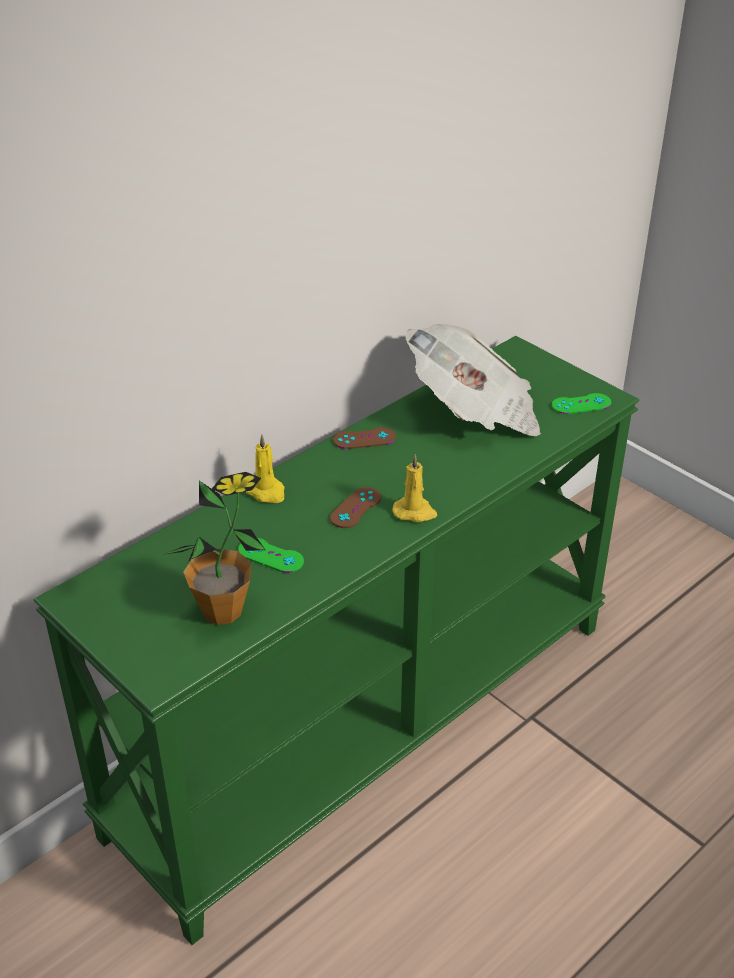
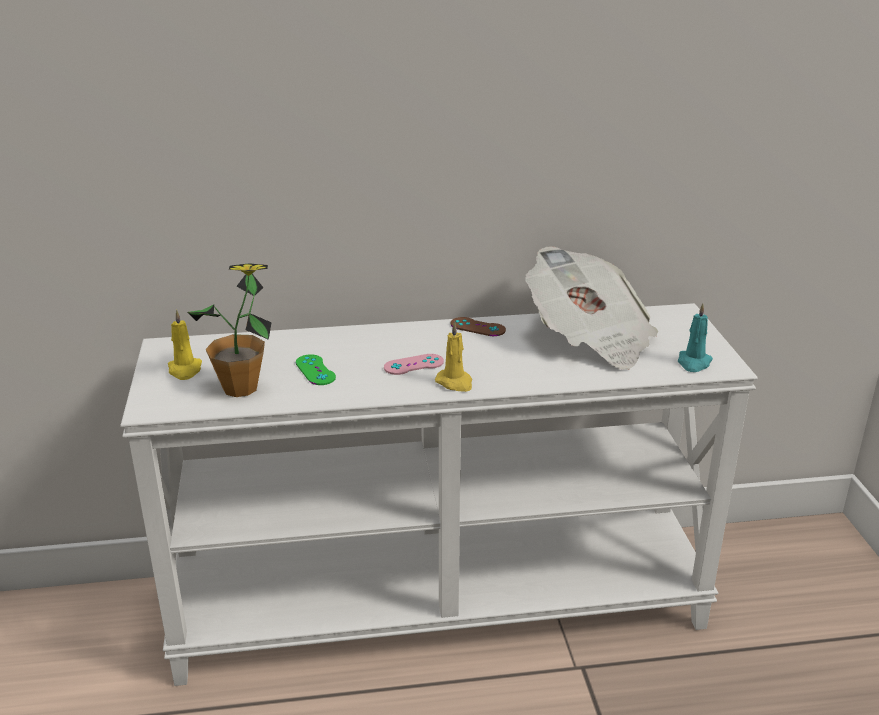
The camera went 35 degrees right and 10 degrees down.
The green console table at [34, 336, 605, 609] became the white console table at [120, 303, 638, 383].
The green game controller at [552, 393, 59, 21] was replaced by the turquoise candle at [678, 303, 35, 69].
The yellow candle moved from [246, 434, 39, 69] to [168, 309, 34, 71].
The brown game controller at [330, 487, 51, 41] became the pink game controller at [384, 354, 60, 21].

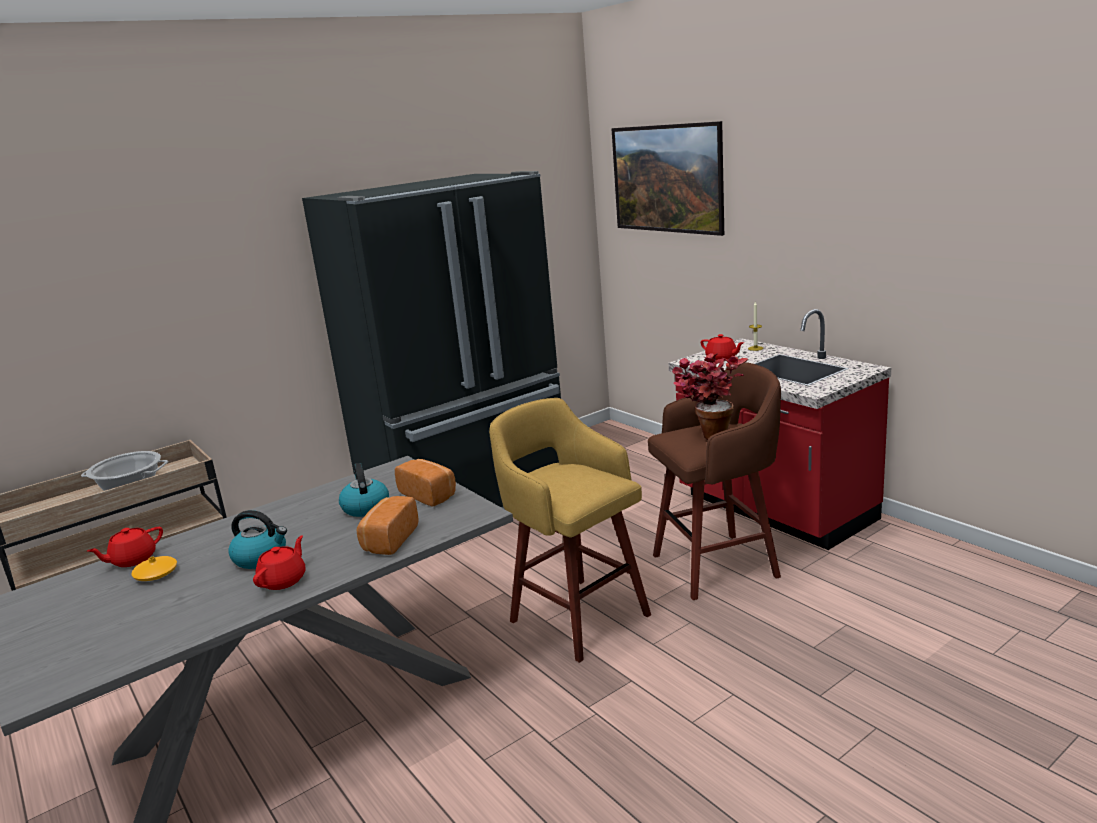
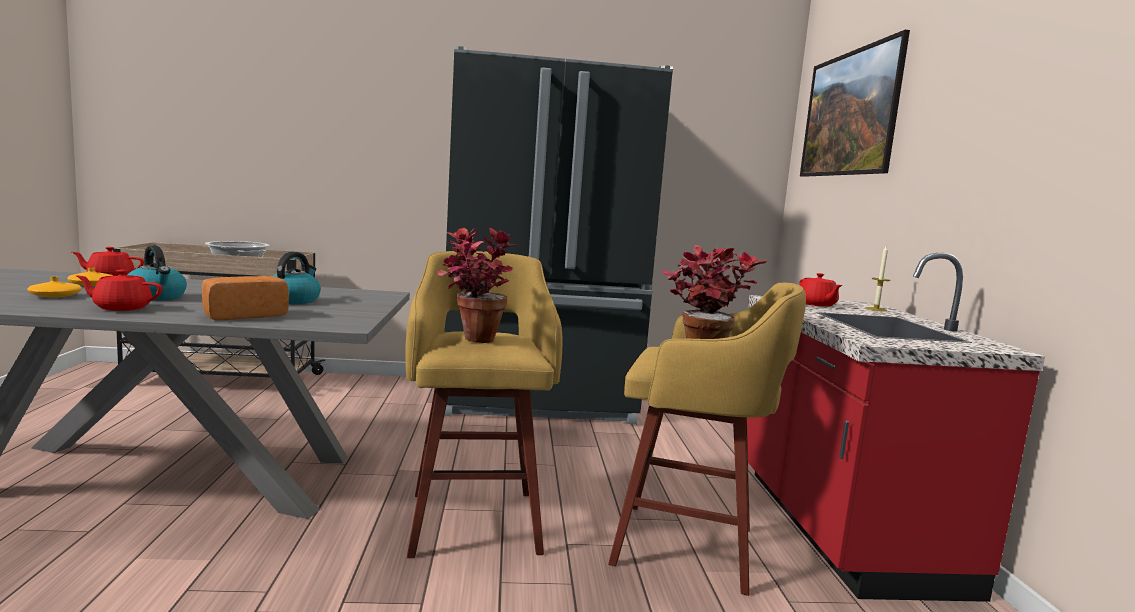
The camera went 30 degrees right and 10 degrees down.
The brown stool at [648, 362, 133, 238] became the yellow stool at [608, 283, 198, 313].
The bread at [395, 459, 61, 48] disappeared.
The red teapot at [253, 535, 52, 55] turned 150 degrees counterclockwise.
The potted plant at [437, 227, 81, 116] appeared.
The orange vase at [27, 277, 55, 21] appeared.

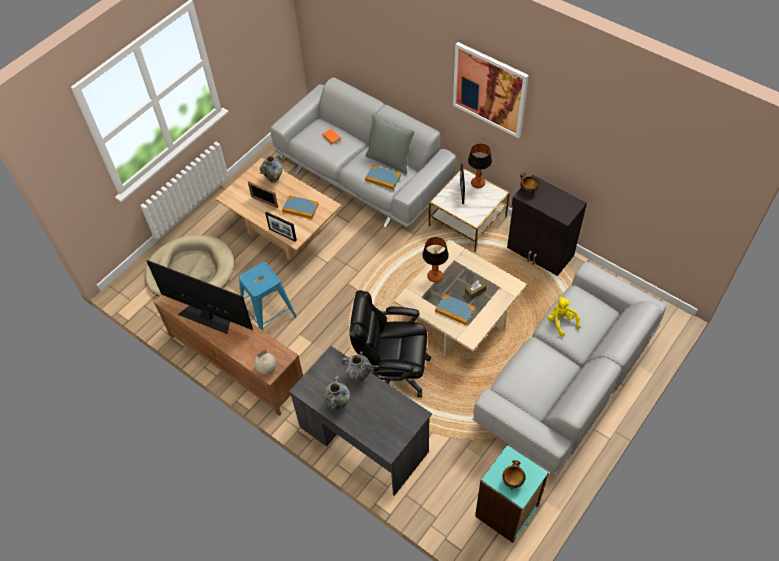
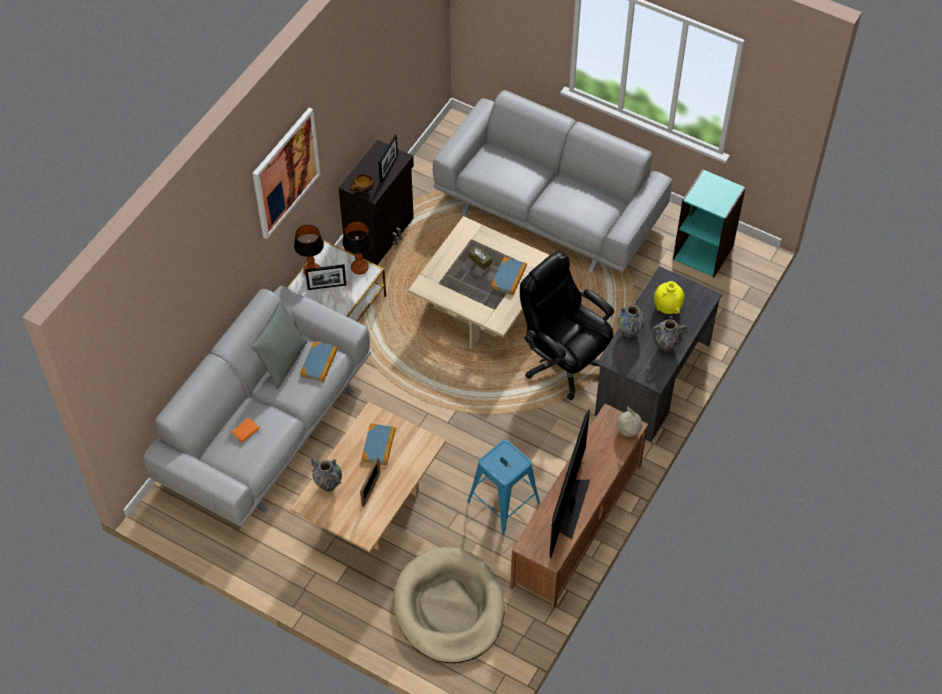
The camera went 100 degrees left and 0 degrees up.
The picture frame moved from [265, 212, 32, 30] to [378, 135, 20, 48].
The table lamp moved from [422, 237, 27, 45] to [342, 221, 30, 54].
The black office chair at [349, 290, 82, 107] turned 135 degrees clockwise.
The yellow plush toy at [547, 296, 33, 40] disappeared.
The bowl at [502, 460, 23, 30] disappeared.
The yellow vase at [654, 281, 31, 33] appeared.

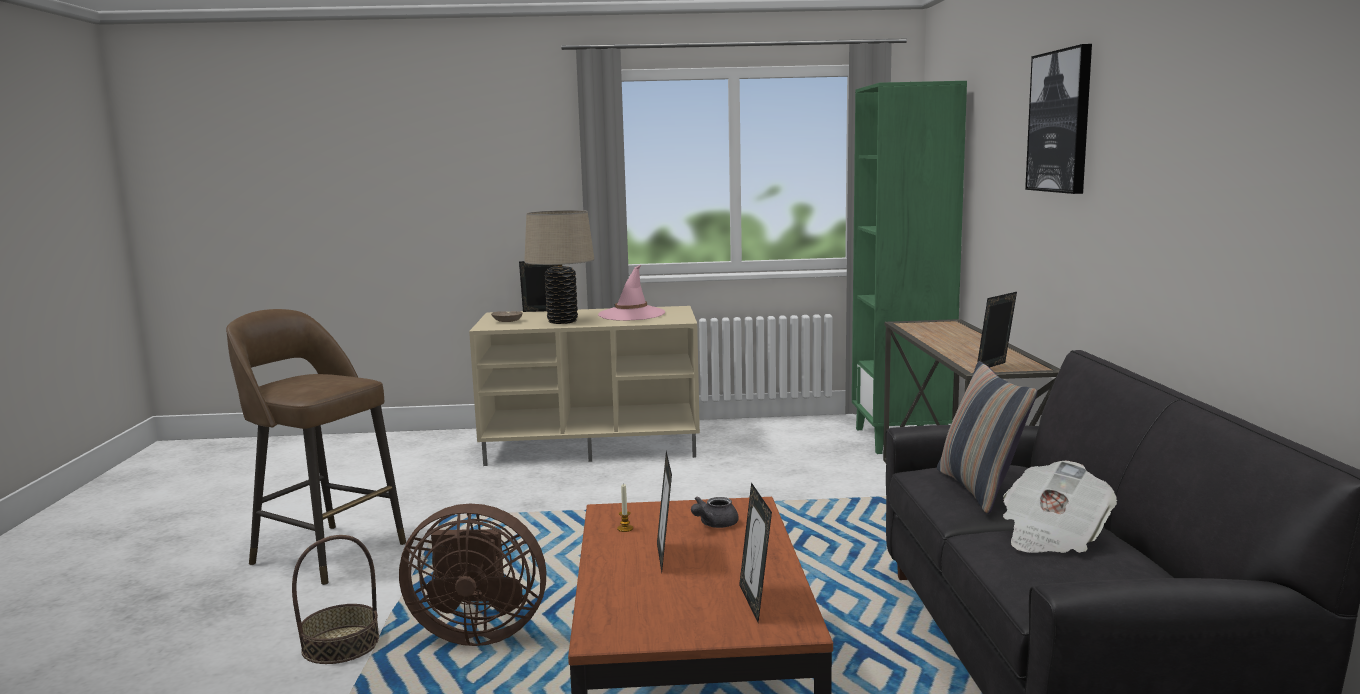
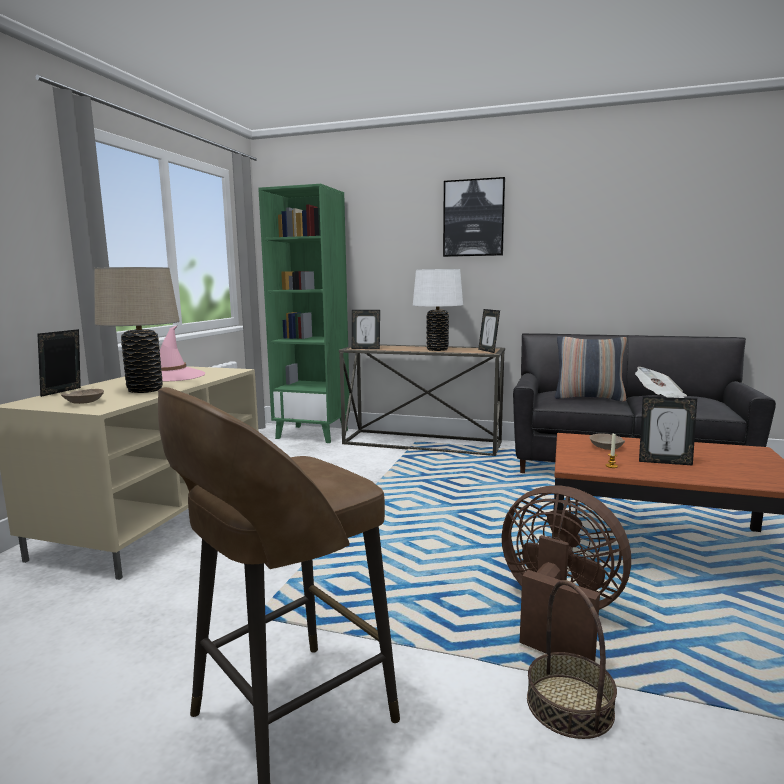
The camera went 70 degrees left and 0 degrees up.
The picture frame moved from [739, 482, 33, 141] to [352, 310, 28, 39].
The grey teapot at [691, 496, 48, 32] was replaced by the beige bowl at [589, 433, 36, 17].
The brown fan at [399, 504, 147, 142] turned 75 degrees counterclockwise.
The white table lamp at [413, 269, 50, 82] appeared.

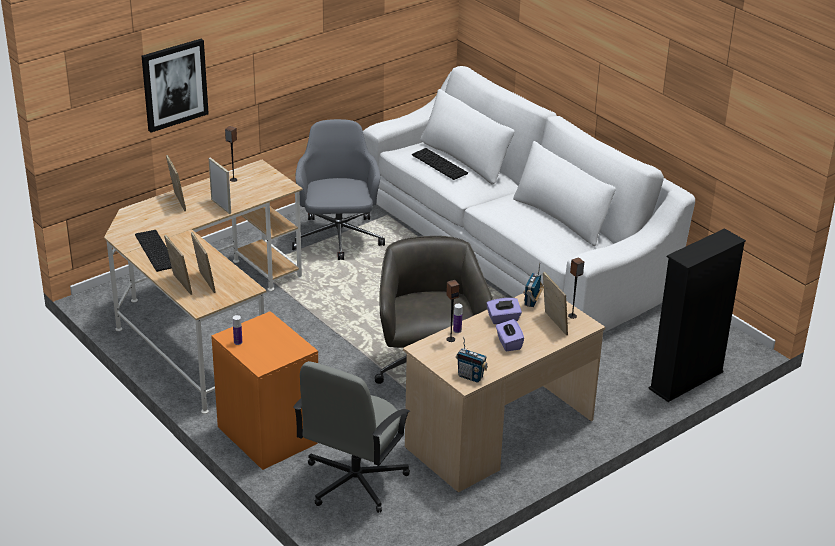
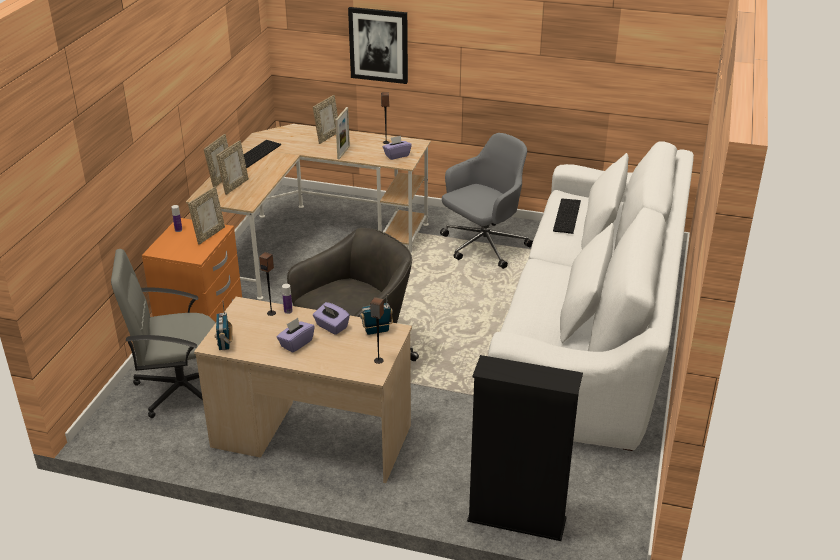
The camera went 55 degrees right and 0 degrees up.
The picture frame moved from [543, 272, 25, 63] to [188, 187, 37, 58].
The purple tissue box at [383, 136, 29, 24] appeared.

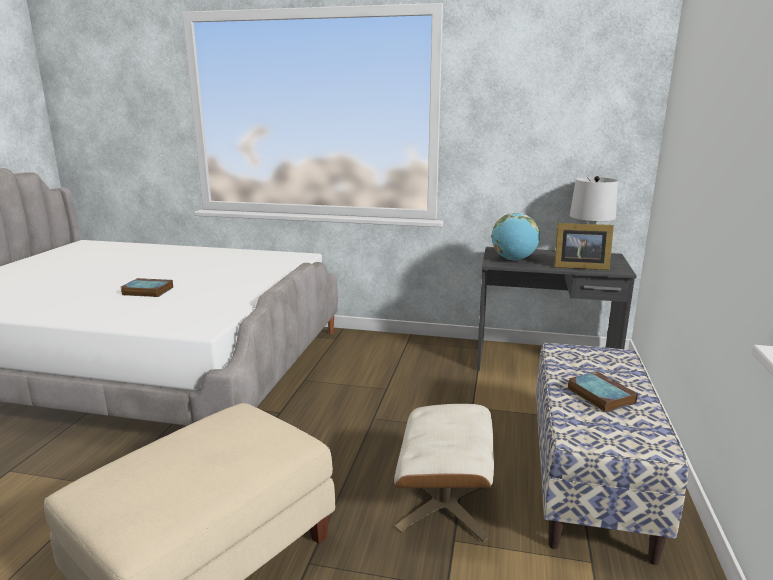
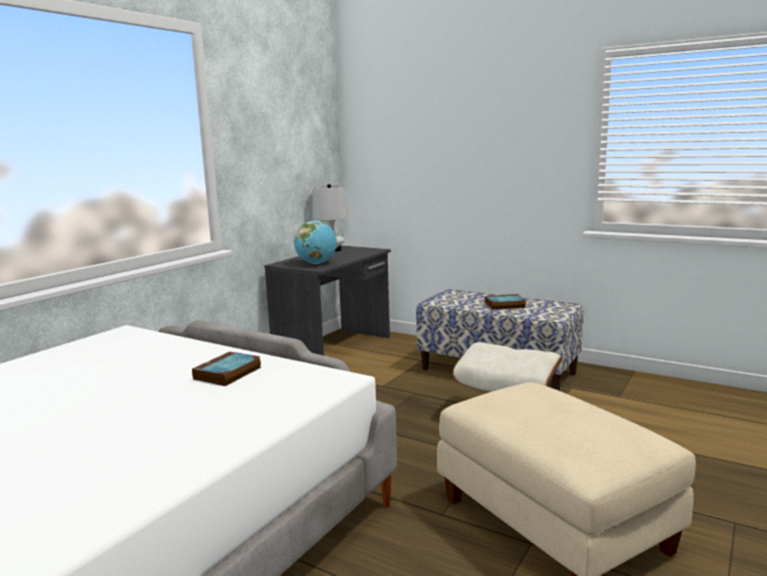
The camera went 70 degrees left and 5 degrees down.
The picture frame at [554, 223, 60, 47] disappeared.
The book moved from [121, 278, 52, 19] to [192, 351, 69, 35].

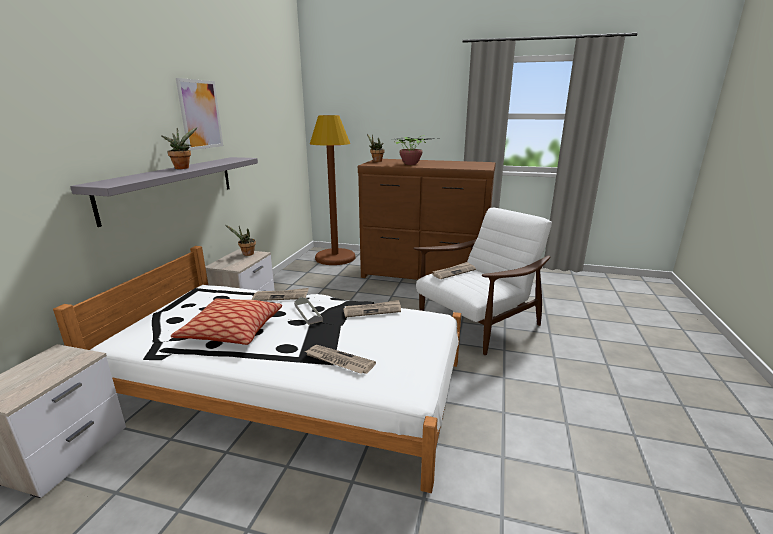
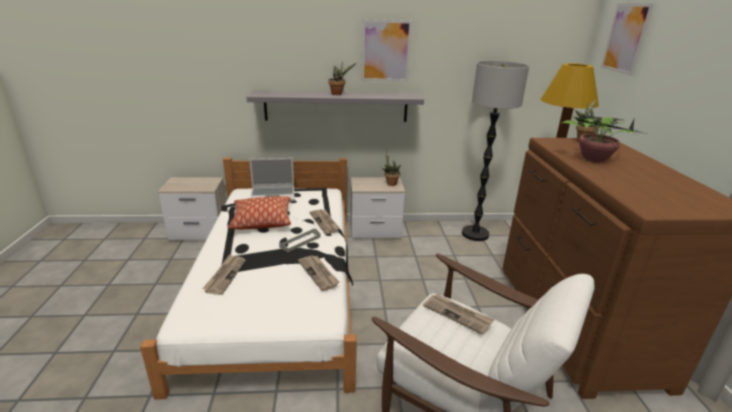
The camera went 70 degrees right and 5 degrees up.
The picture at [601, 3, 53, 73] appeared.
The floor lamp at [462, 61, 67, 180] appeared.
The laptop at [249, 158, 45, 44] appeared.

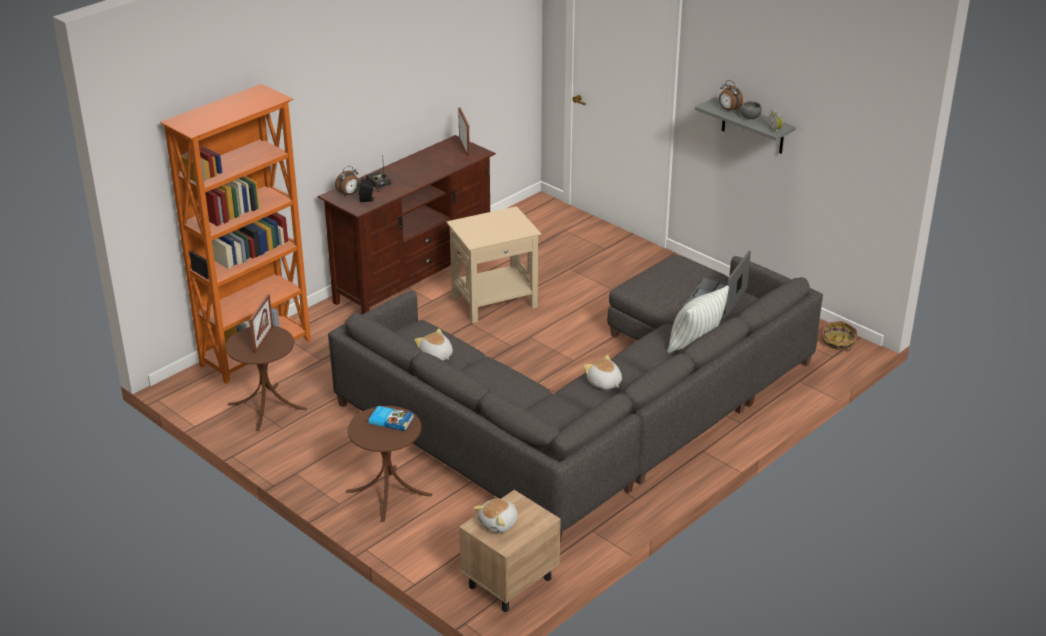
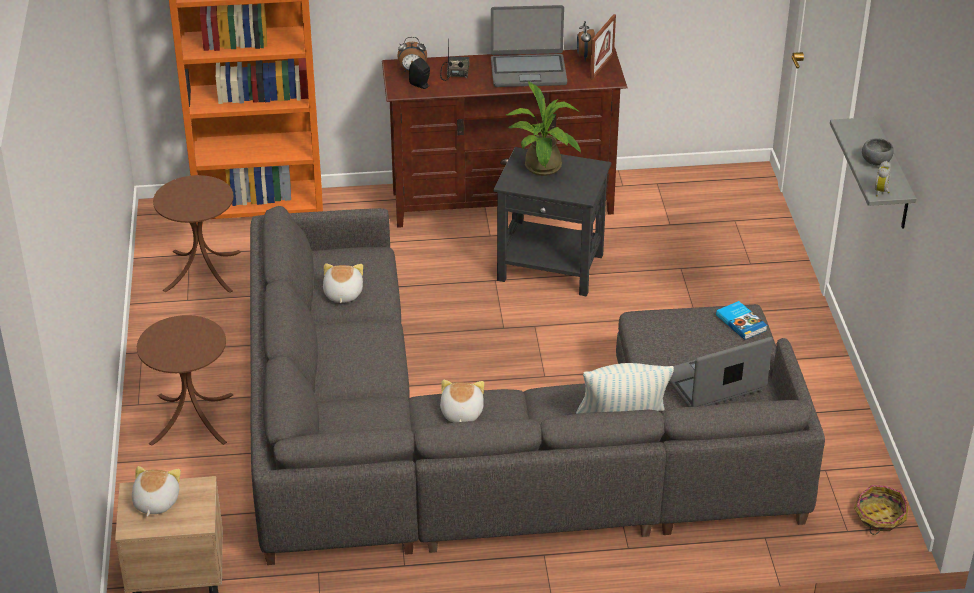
The camera went 40 degrees right and 5 degrees up.
The alarm clock moved from [719, 80, 24, 32] to [577, 21, 18, 40].
The beige side table at [446, 206, 95, 117] became the black side table at [494, 147, 117, 150].
The picture frame at [249, 294, 24, 60] disappeared.
The book moved from [368, 406, 46, 25] to [716, 301, 51, 39].
The plush toy at [473, 499, 45, 34] turned 105 degrees clockwise.
The laptop at [491, 5, 76, 82] appeared.
The potted plant at [506, 81, 75, 95] appeared.

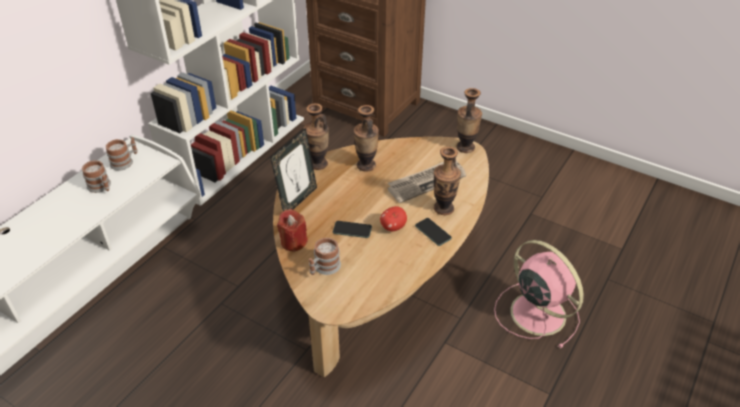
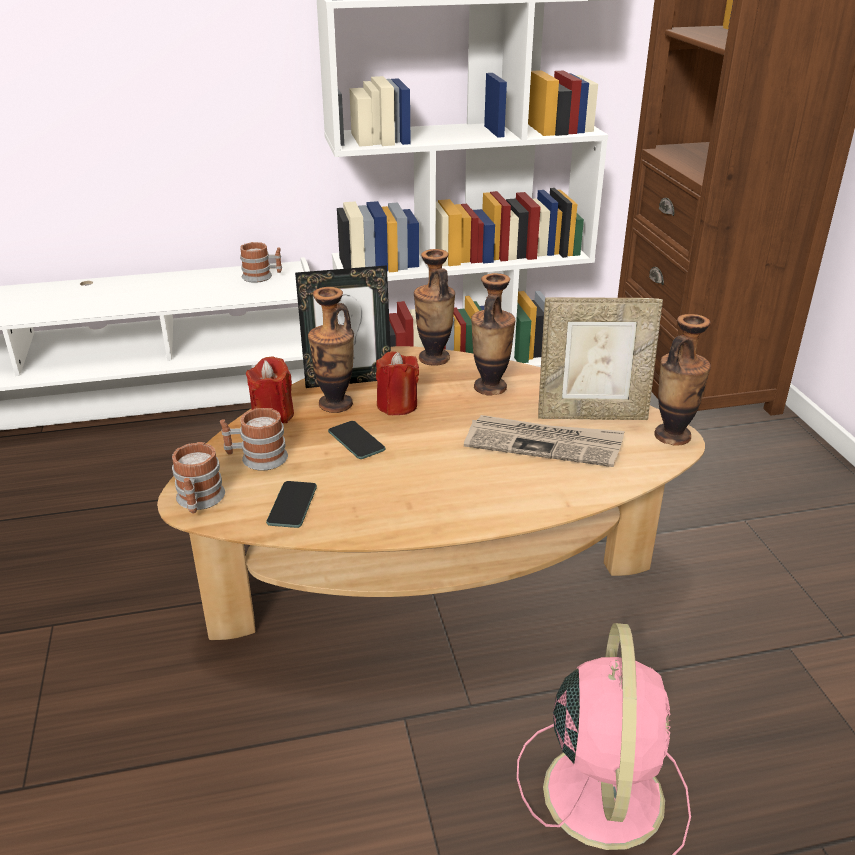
The camera went 45 degrees right and 10 degrees down.
The vase moved from [434, 146, 27, 69] to [308, 287, 46, 126].
The mug moved from [82, 160, 29, 33] to [172, 442, 53, 72].
The apple at [380, 206, 27, 25] disappeared.
The phone moved from [415, 218, 37, 28] to [266, 481, 51, 47].
The picture frame at [538, 297, 125, 123] appeared.
The red candle at [376, 352, 43, 63] appeared.

